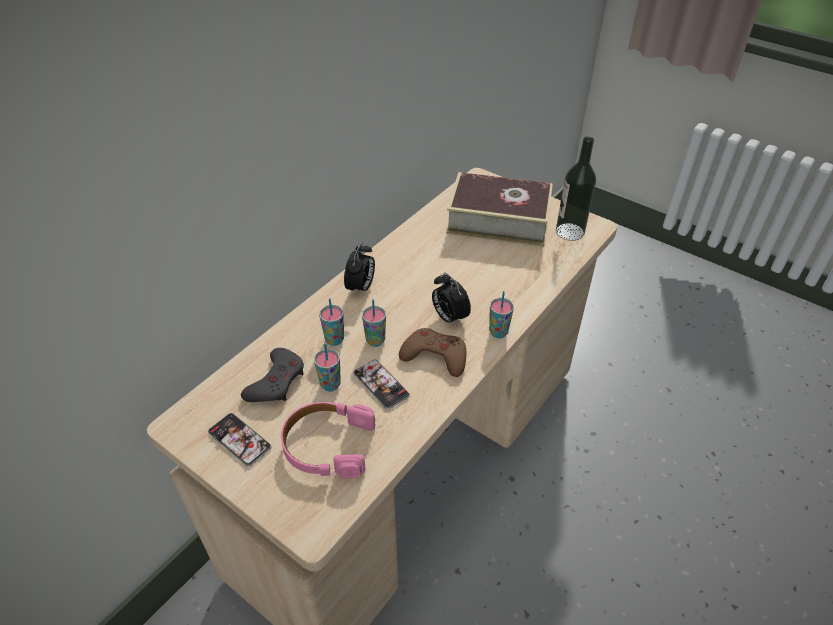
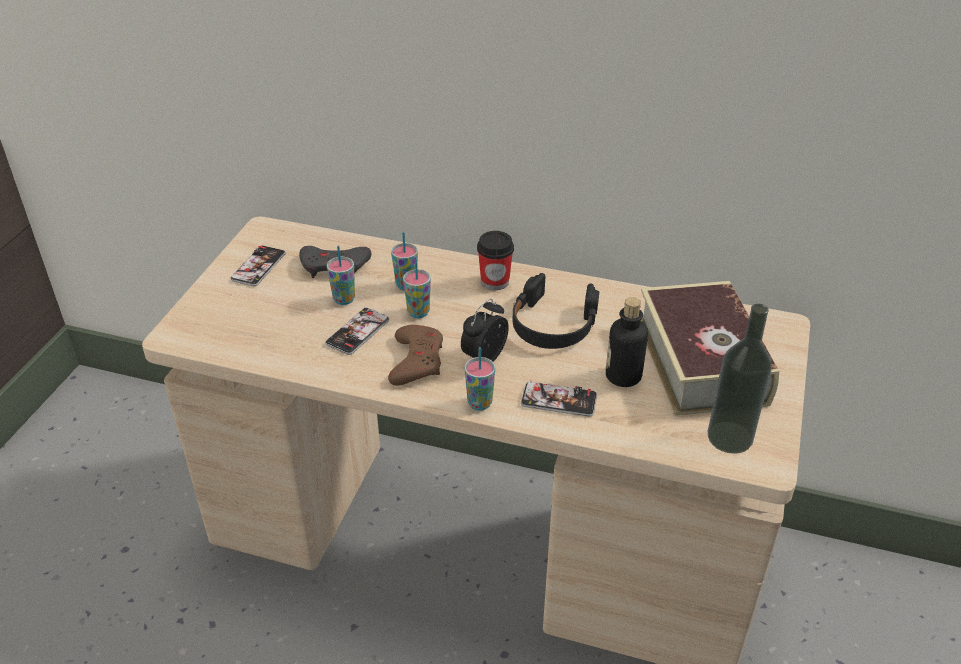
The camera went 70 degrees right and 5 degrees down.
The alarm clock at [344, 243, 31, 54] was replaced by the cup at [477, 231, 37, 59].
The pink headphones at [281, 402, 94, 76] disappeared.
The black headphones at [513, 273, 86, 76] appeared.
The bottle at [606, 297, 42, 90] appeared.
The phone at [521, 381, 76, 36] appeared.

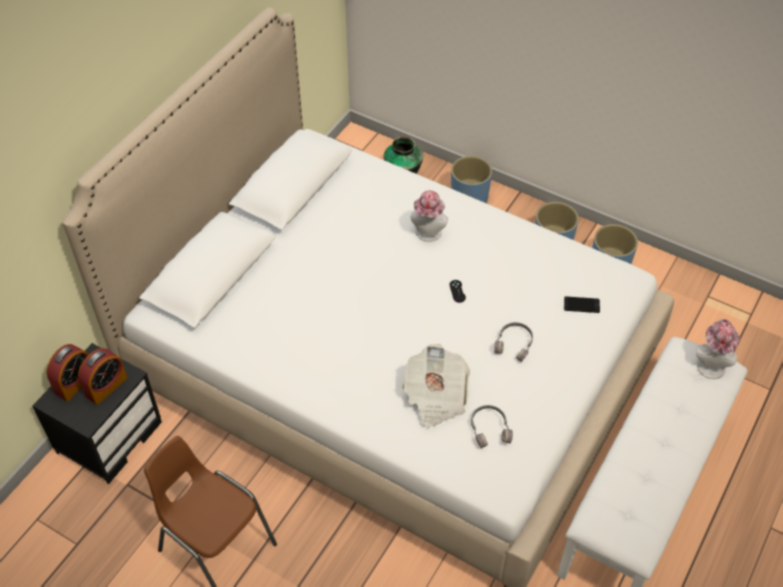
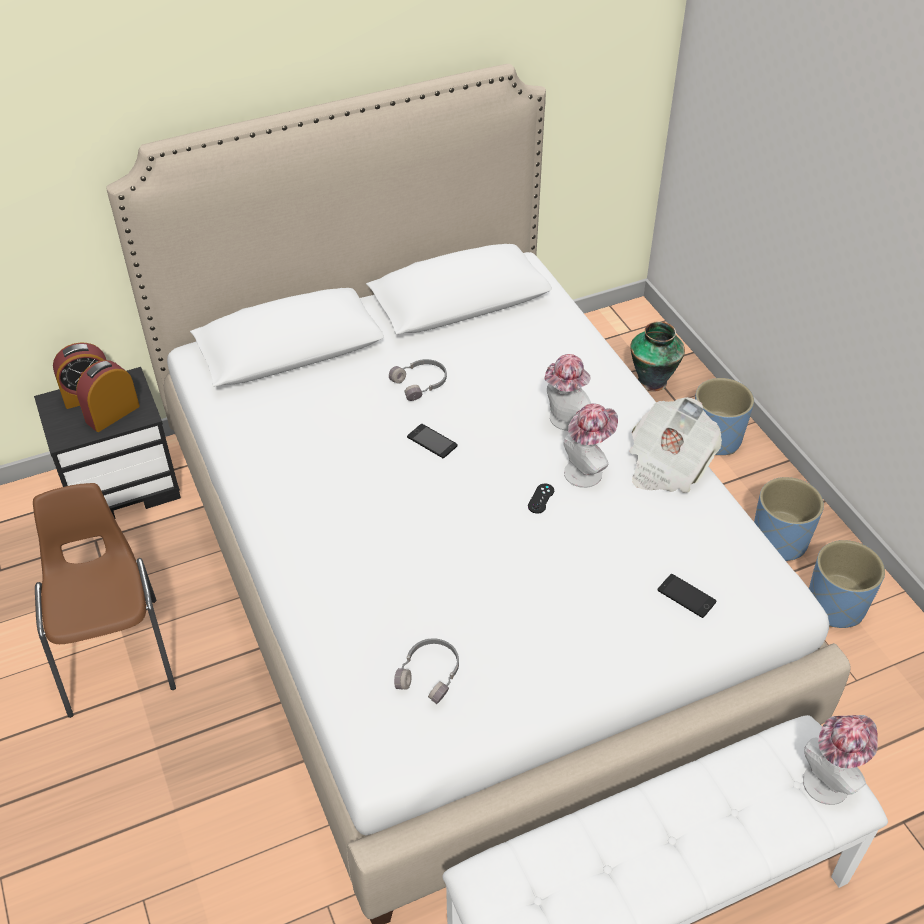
The camera went 35 degrees right and 5 degrees down.
The grey headphones moved from [494, 322, 39, 40] to [389, 359, 58, 42].
The newspaper moved from [402, 344, 68, 84] to [630, 397, 92, 96].
The alarm clock at [78, 348, 49, 57] turned 150 degrees clockwise.
The hat at [563, 403, 55, 85] appeared.
The phone at [407, 424, 51, 34] appeared.

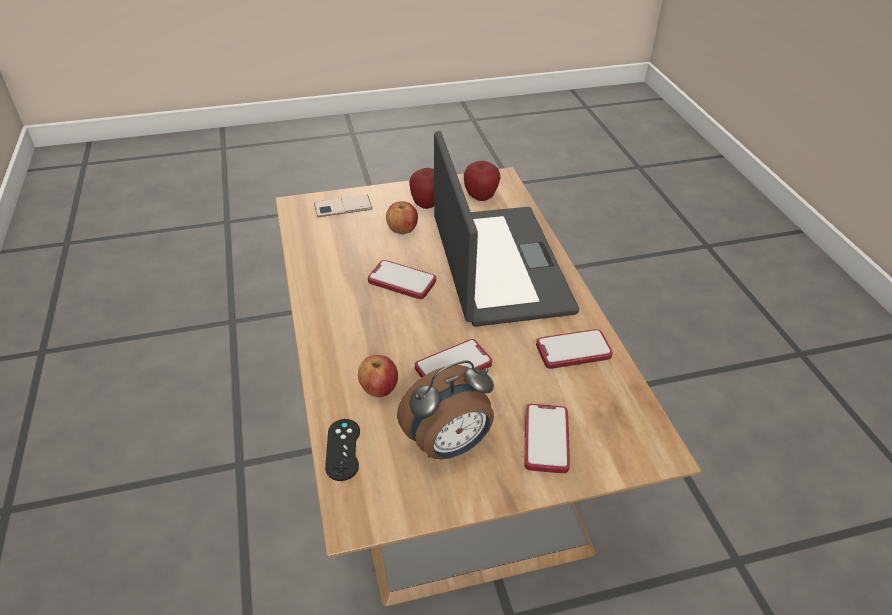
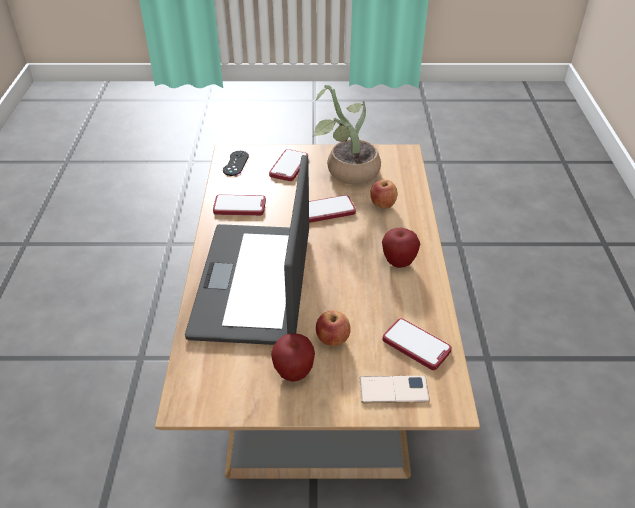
The camera went 165 degrees left and 0 degrees up.
The apple moved from [464, 161, 36, 40] to [382, 228, 38, 40].
The phone moved from [368, 260, 68, 39] to [383, 318, 69, 52].
The alarm clock at [397, 360, 97, 99] was replaced by the potted plant at [314, 85, 67, 100].
The black game controller moved from [325, 419, 35, 62] to [223, 151, 26, 25].

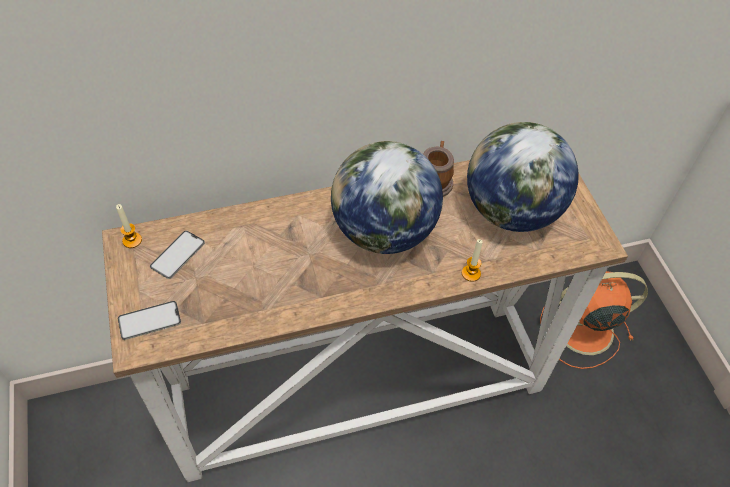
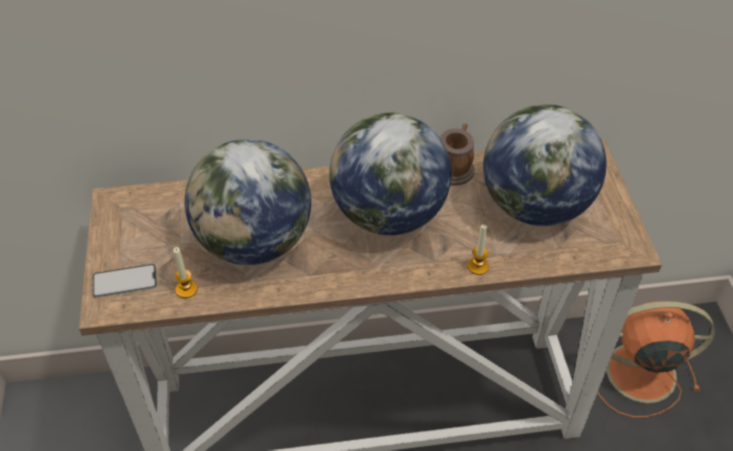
The camera went 10 degrees right and 5 degrees down.
The candle moved from [116, 204, 26, 44] to [173, 247, 25, 51].
The phone at [150, 231, 55, 48] disappeared.
The globe at [185, 139, 126, 126] appeared.

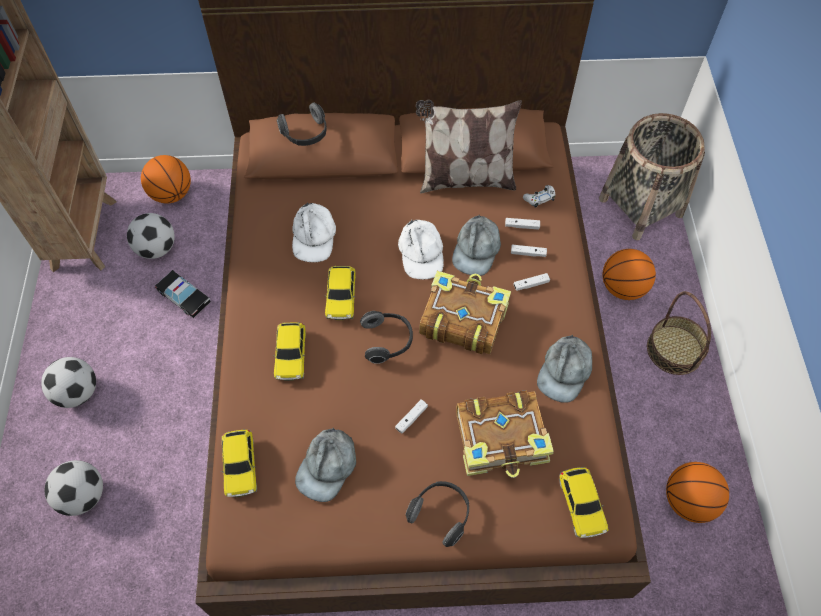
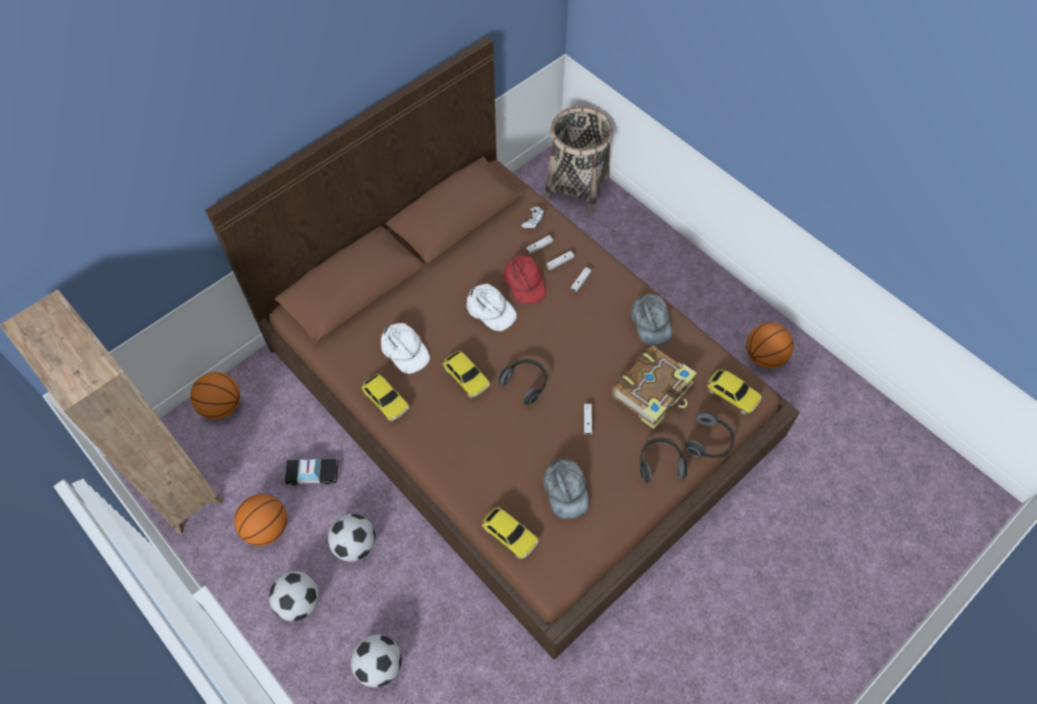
The camera went 40 degrees left and 0 degrees up.
The pillow at [416, 100, 106, 94] disappeared.
The headphones moved from [277, 102, 50, 44] to [685, 411, 50, 47].
The football moved from [127, 213, 48, 46] to [328, 514, 47, 48].
The grey cap at [452, 215, 49, 61] became the red cap at [504, 255, 42, 50].
The basketball moved from [603, 249, 53, 51] to [234, 494, 53, 52].
The book at [419, 271, 92, 83] disappeared.
The basket at [647, 291, 64, 84] disappeared.
The toy car moved from [273, 322, 33, 59] to [361, 374, 49, 48].

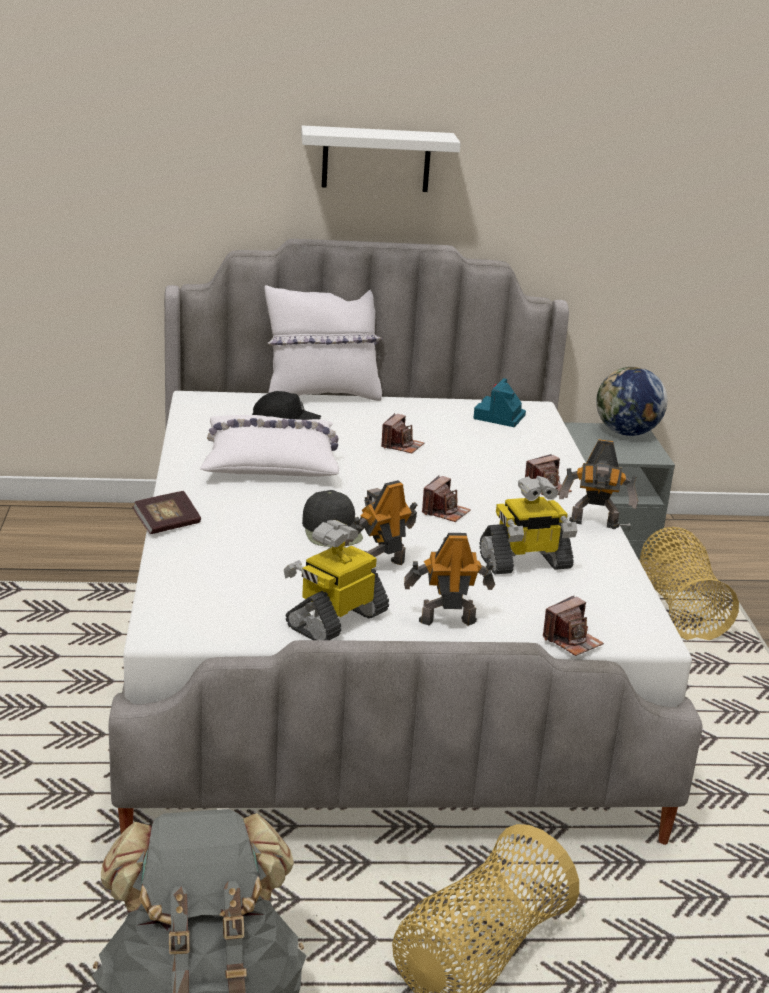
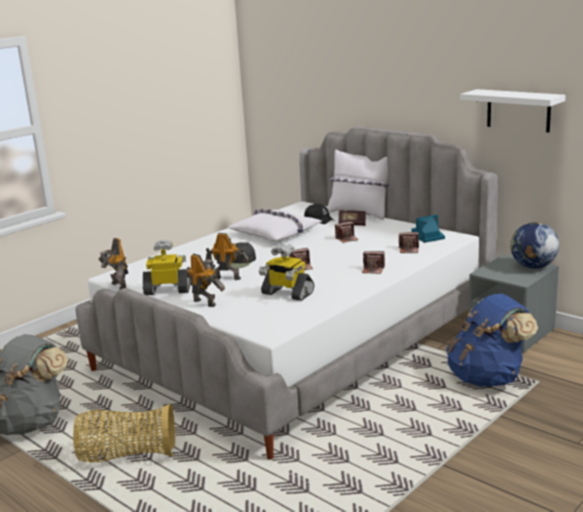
The camera went 50 degrees right and 5 degrees down.
The white shelf moved from [301, 125, 160, 67] to [460, 89, 106, 43].
The toy robot moved from [559, 439, 79, 90] to [98, 238, 30, 52].
The book moved from [132, 491, 69, 43] to [338, 210, 28, 16].
The basket at [640, 527, 99, 113] was replaced by the blue backpack at [446, 294, 92, 93].
The photo camera moved from [543, 596, 61, 60] to [399, 232, 20, 21].

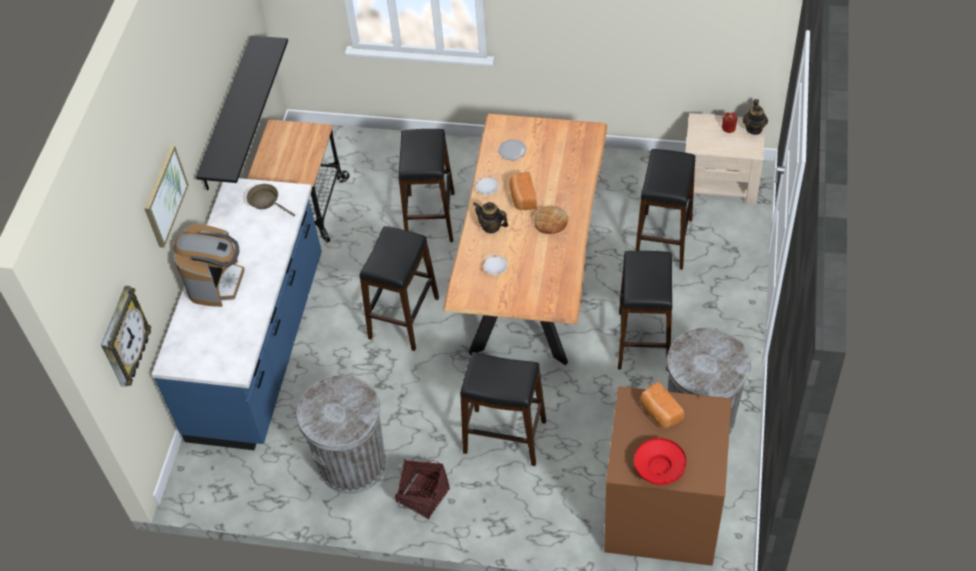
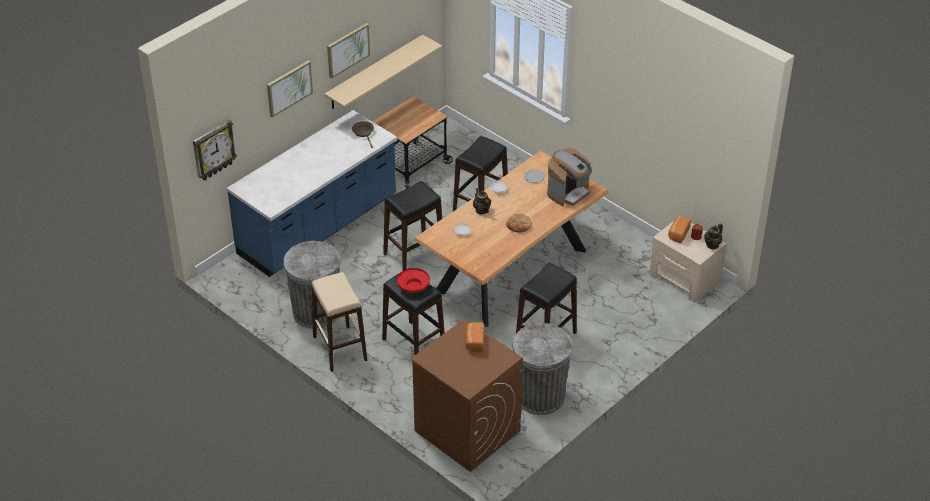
The camera went 30 degrees right and 10 degrees down.
The black shelf at [196, 36, 92, 154] became the beige shelf at [324, 35, 118, 74].
The black stool at [635, 149, 61, 121] disappeared.
The bread moved from [509, 172, 28, 38] to [668, 216, 23, 27].
The coffee machine moved from [174, 224, 70, 83] to [547, 148, 45, 58].
The red bowl moved from [634, 438, 52, 47] to [397, 268, 33, 25].
The basket at [395, 459, 55, 61] was replaced by the beige stool at [311, 272, 56, 100].
The picture at [327, 23, 43, 56] appeared.

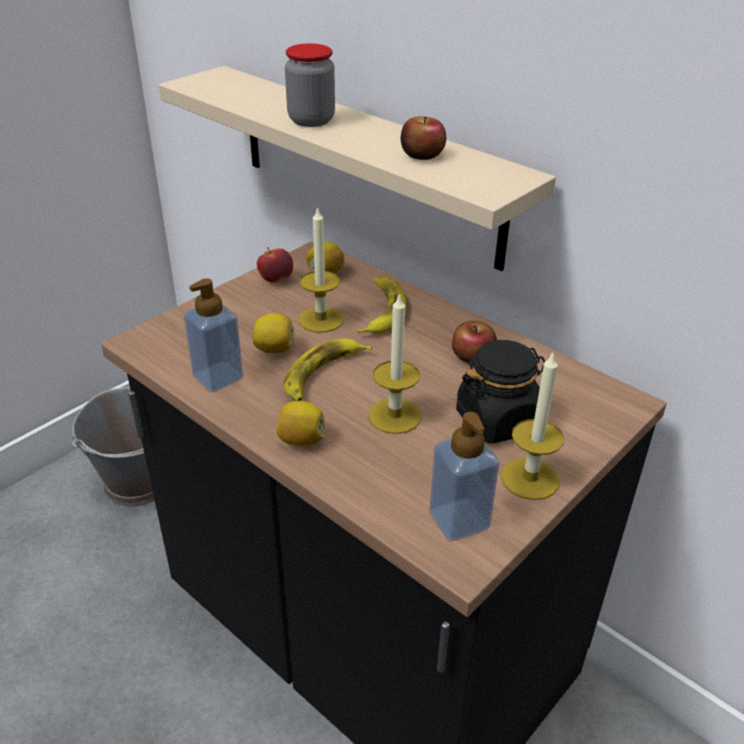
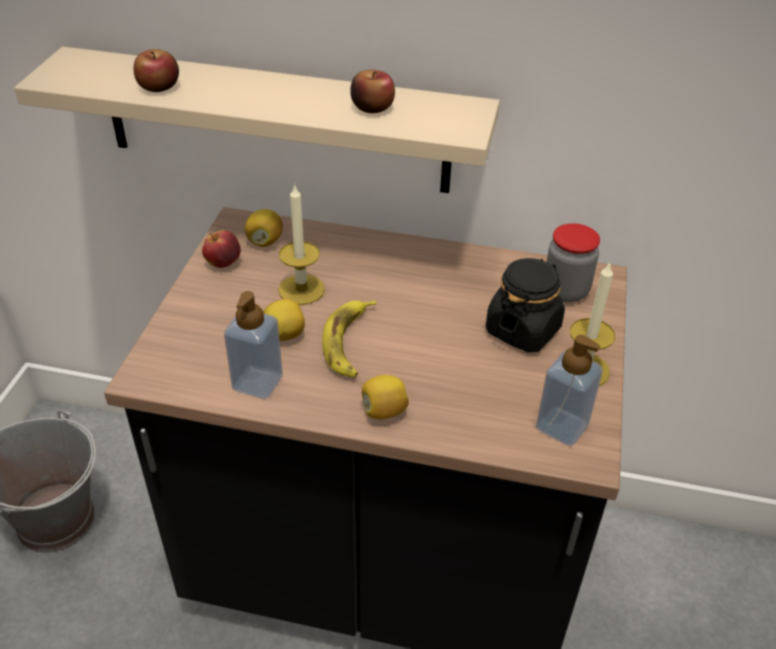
The camera went 30 degrees left and 5 degrees up.
The jar moved from [285, 44, 50, 83] to [546, 223, 54, 80].
The banana at [357, 277, 49, 57] disappeared.
The candle at [368, 292, 54, 142] disappeared.
The apple moved from [452, 321, 45, 42] to [134, 49, 45, 43].

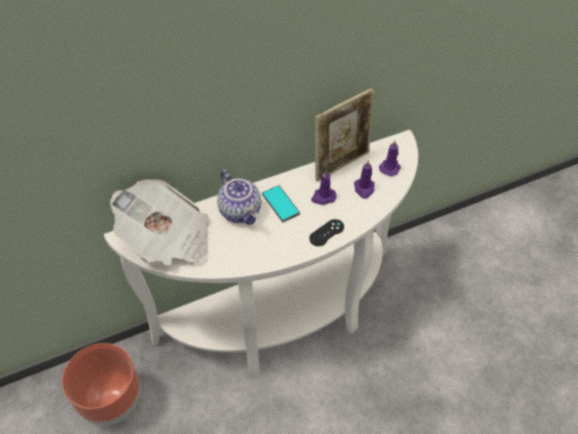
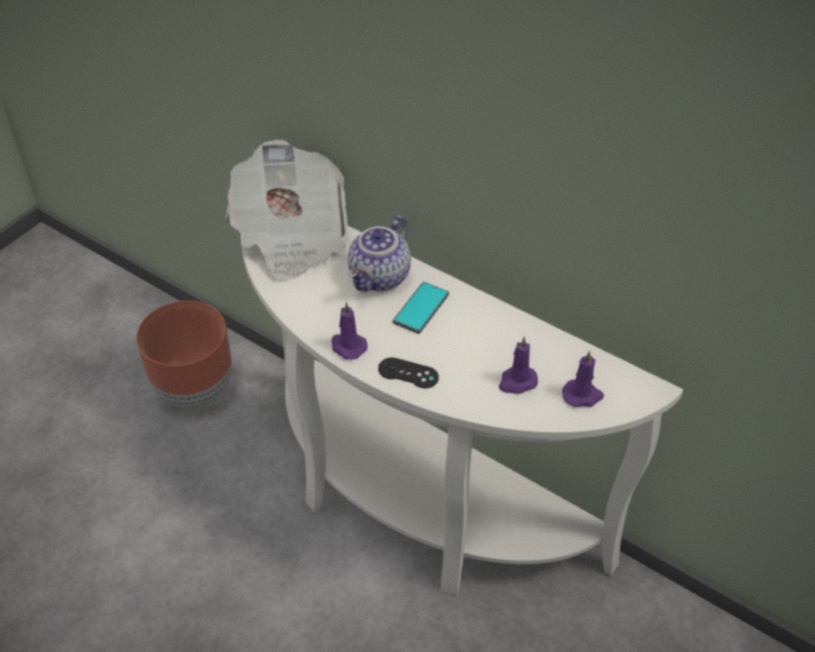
The camera went 60 degrees right and 5 degrees down.
The picture frame at [315, 88, 59, 94] disappeared.
The purple candle moved from [311, 169, 25, 36] to [332, 302, 36, 58].

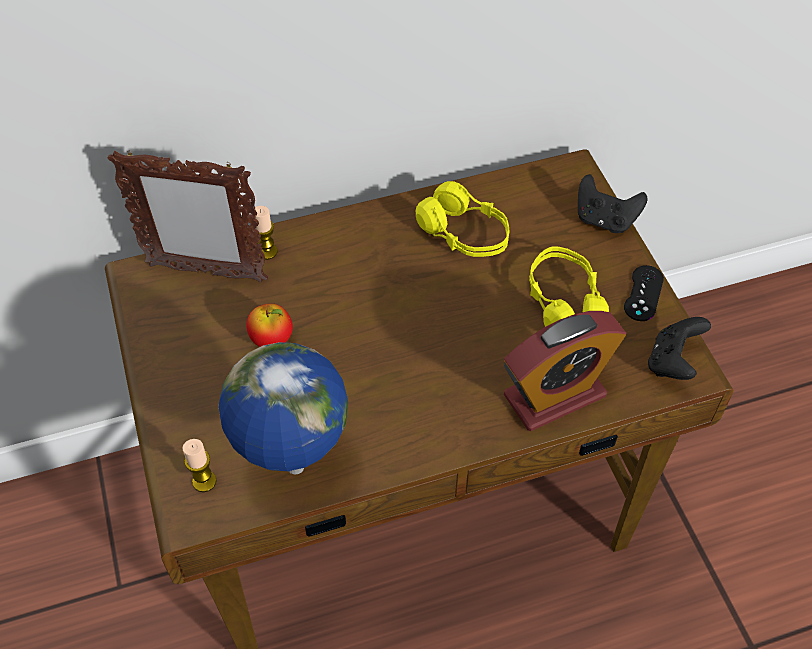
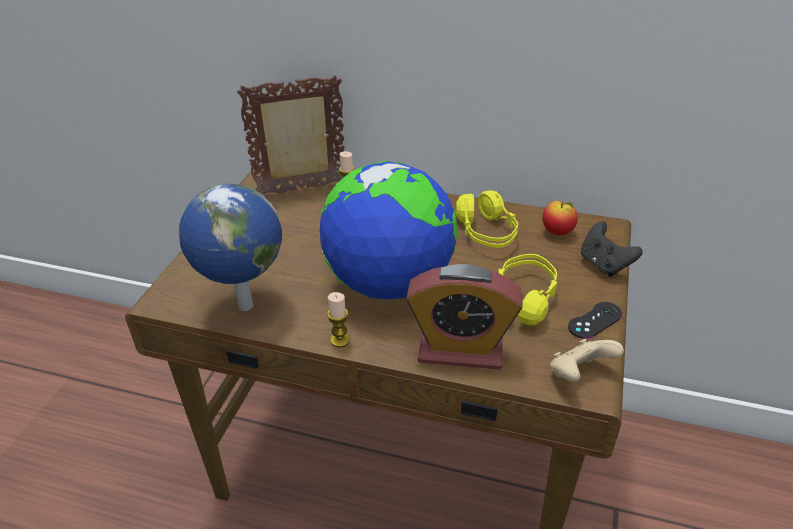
The camera went 35 degrees right and 15 degrees down.
The picture frame at [108, 150, 160, 132] turned 120 degrees clockwise.
The apple moved from [246, 304, 47, 43] to [543, 201, 35, 34].
The black game controller at [648, 317, 63, 63] became the beige game controller at [550, 339, 74, 42].
The candle moved from [182, 439, 35, 53] to [327, 292, 23, 55].
The globe at [319, 161, 139, 139] appeared.

